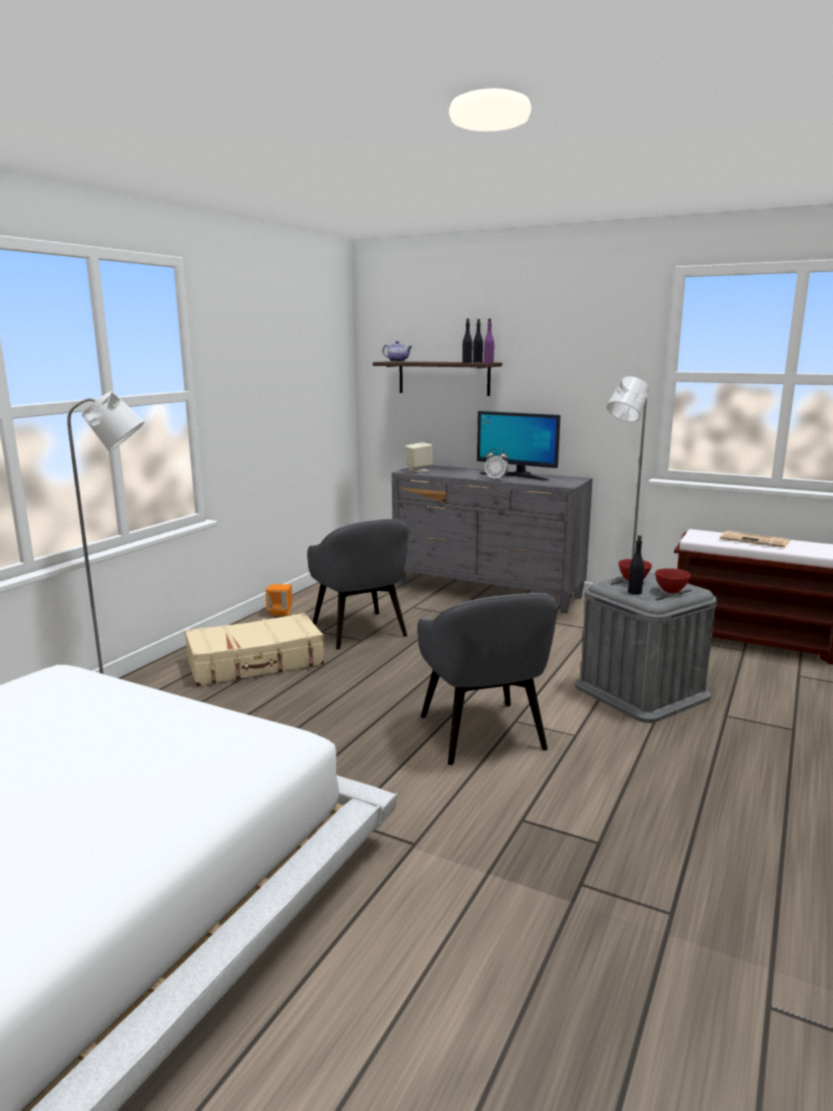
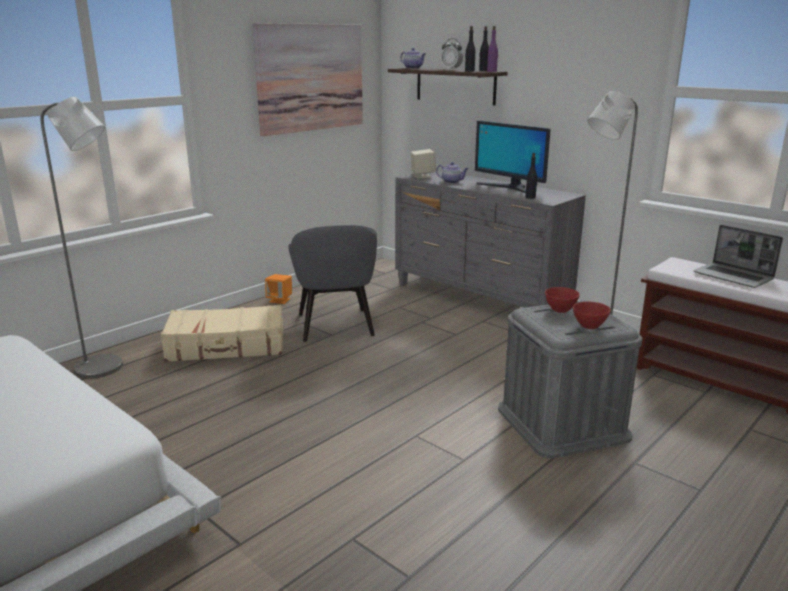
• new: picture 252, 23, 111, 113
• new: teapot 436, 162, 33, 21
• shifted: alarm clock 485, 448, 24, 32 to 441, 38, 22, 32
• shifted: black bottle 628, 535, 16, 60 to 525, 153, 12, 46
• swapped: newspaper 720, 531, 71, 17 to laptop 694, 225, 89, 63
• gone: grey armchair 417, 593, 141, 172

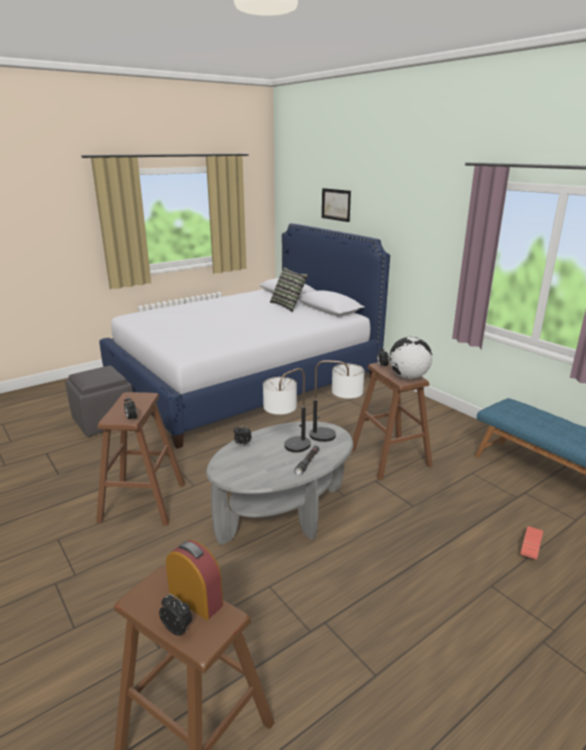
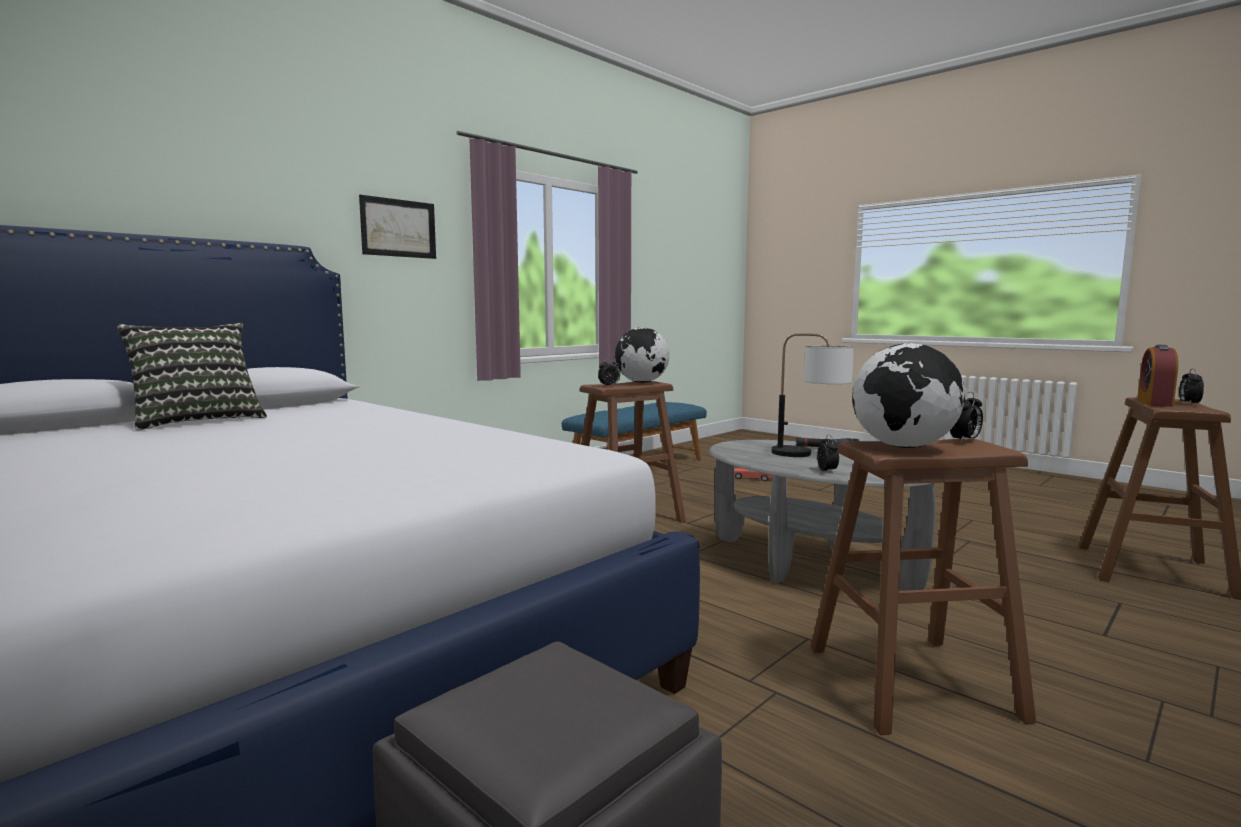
• shifted: picture 322, 188, 29, 34 to 359, 195, 77, 64
• new: globe 852, 343, 113, 105
• gone: table lamp 309, 360, 56, 82

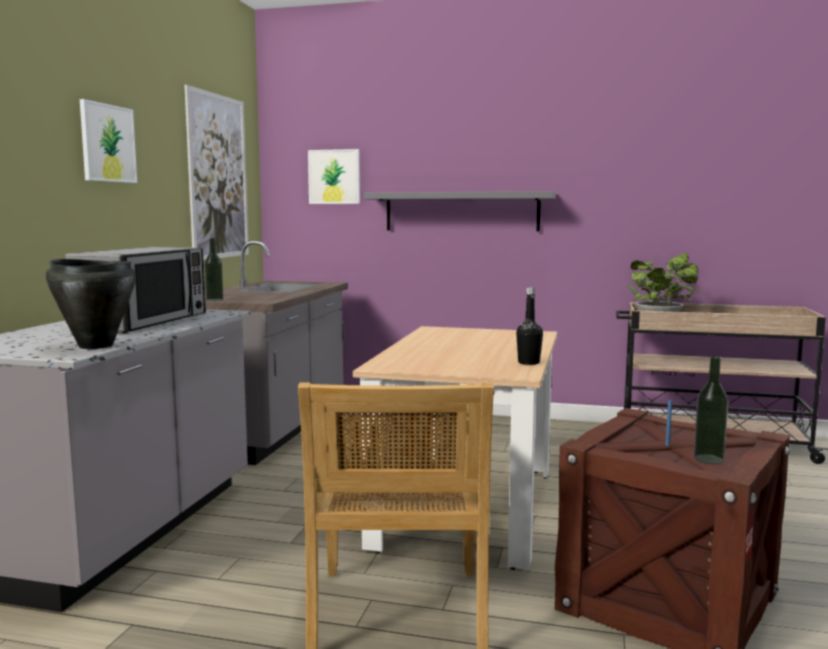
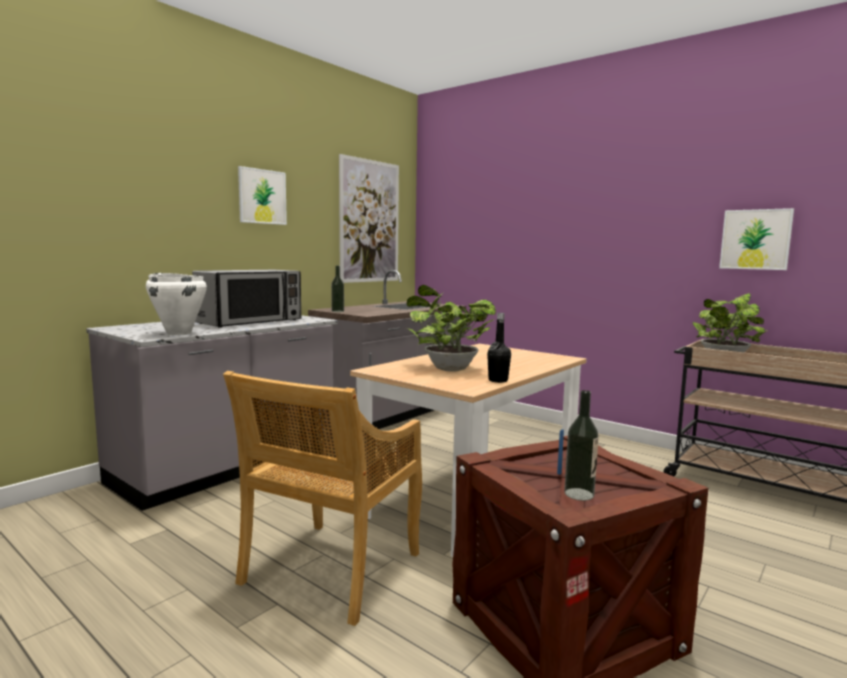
• repainted: black cooking pot 46, 259, 90, 90 to white cooking pot 146, 273, 61, 63
• new: potted plant 407, 285, 89, 87
• shifted: picture 308, 149, 52, 55 to 719, 208, 75, 62
• gone: grey shelf 364, 191, 192, 40

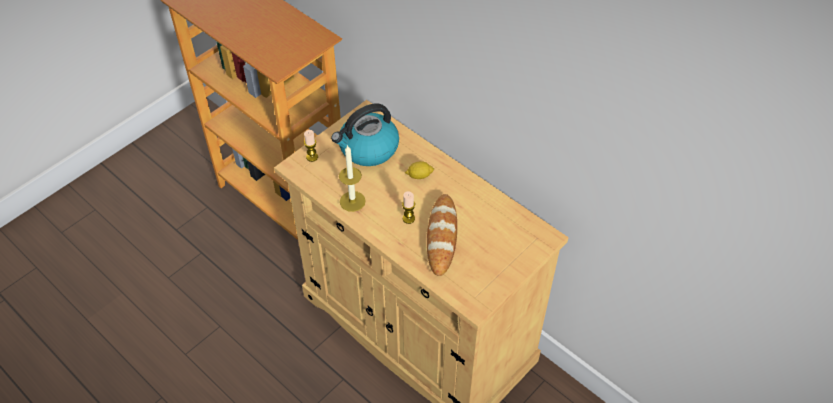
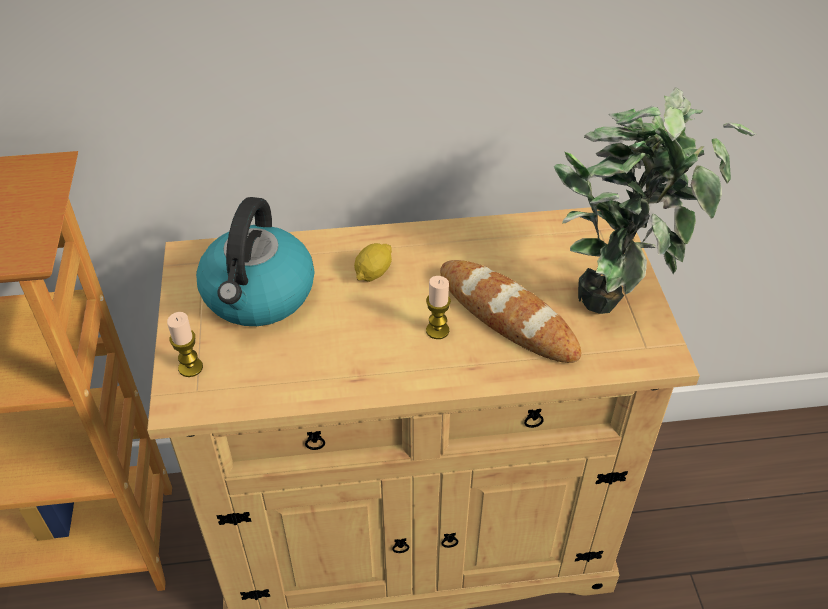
• new: potted plant 554, 87, 203, 227
• gone: candle 339, 145, 27, 67

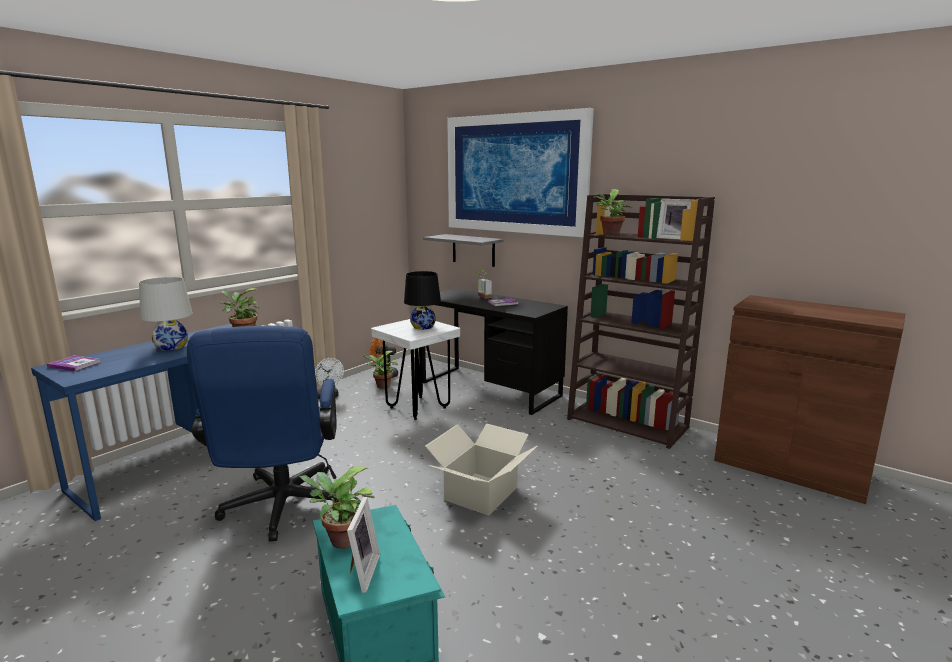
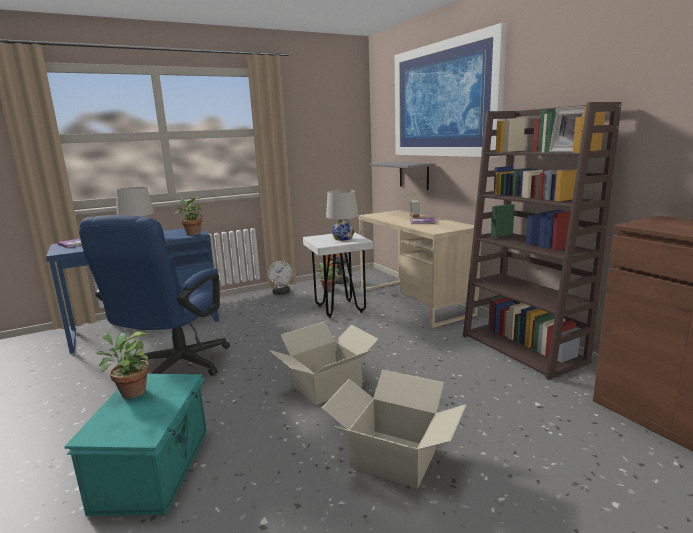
• new: cardboard box 322, 370, 144, 119
• repainted: black table lamp 404, 271, 37, 59 to white table lamp 326, 190, 32, 51
• repainted: black desk 422, 288, 146, 127 to beige desk 358, 210, 124, 118
• gone: picture frame 347, 497, 33, 96
• gone: potted plant 593, 189, 39, 46

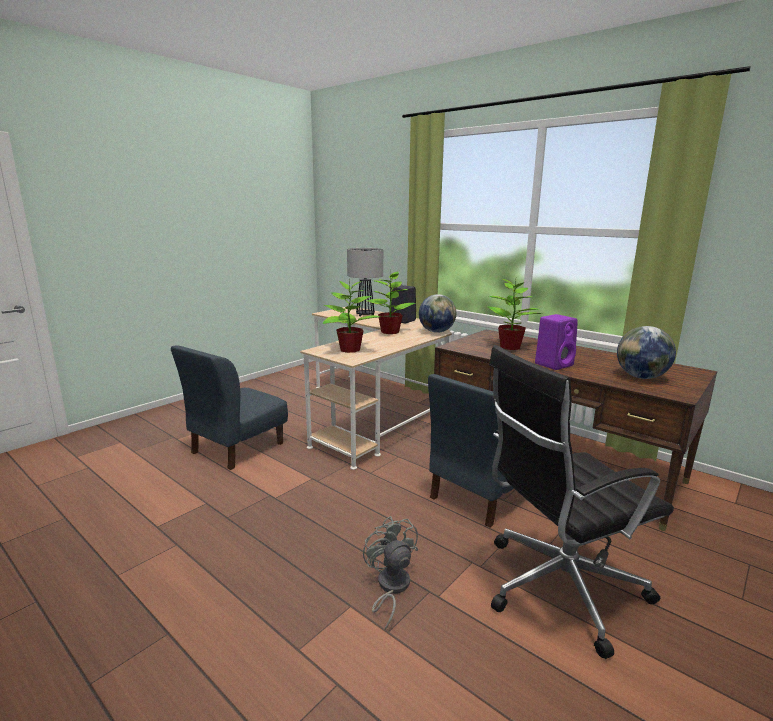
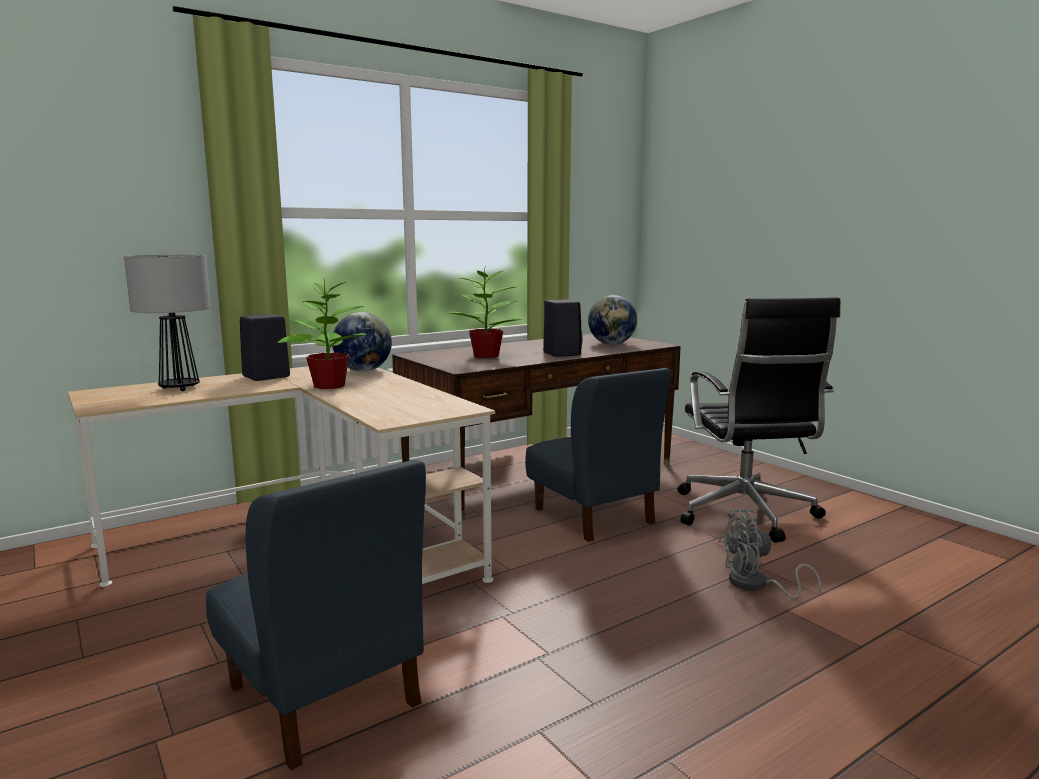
• repainted: purple speaker 535, 314, 43, 56 to black speaker 543, 300, 40, 57
• gone: potted plant 323, 279, 57, 74

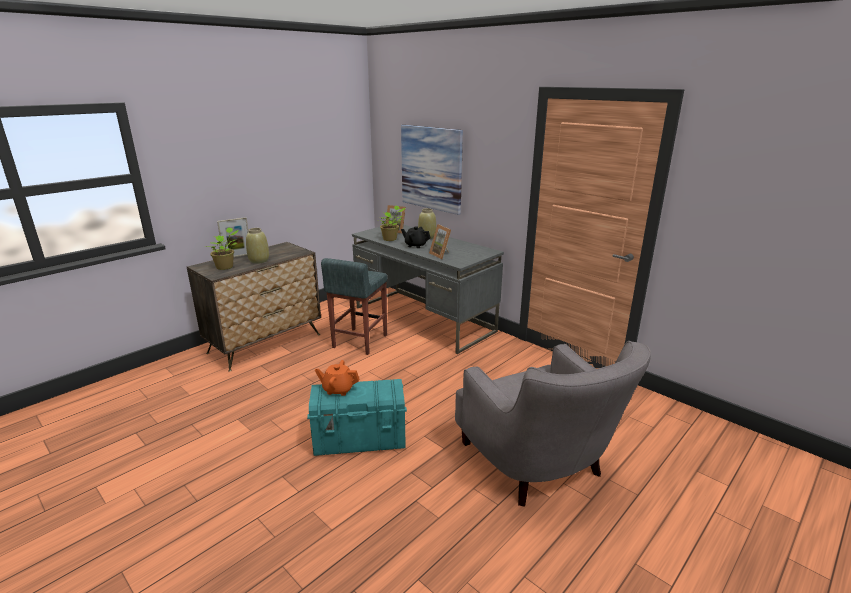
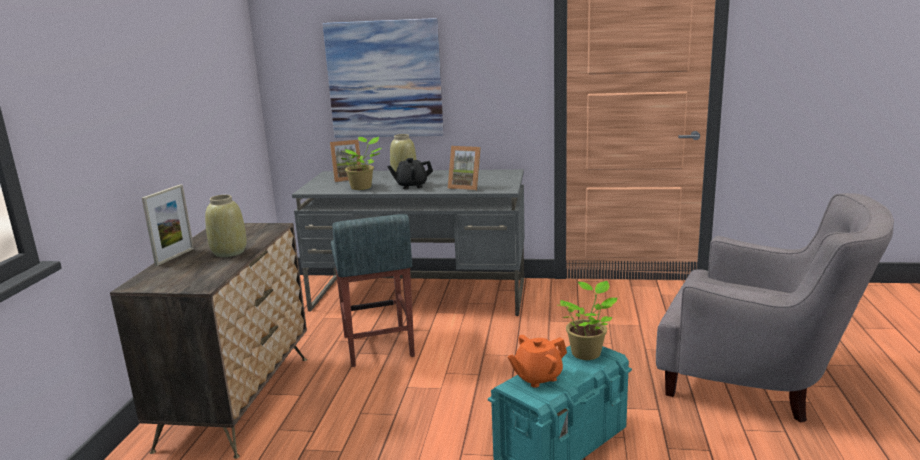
• shifted: potted plant 205, 227, 34, 43 to 559, 281, 59, 79

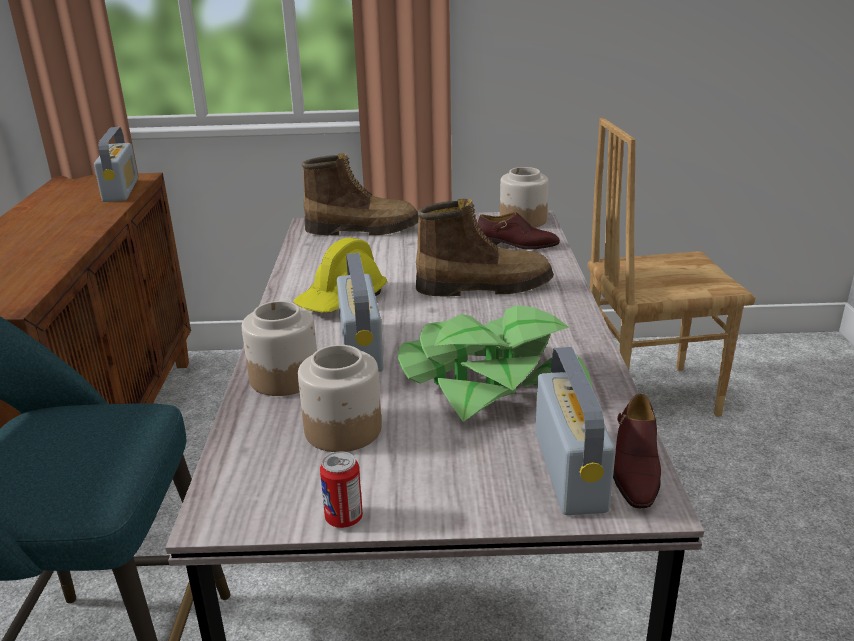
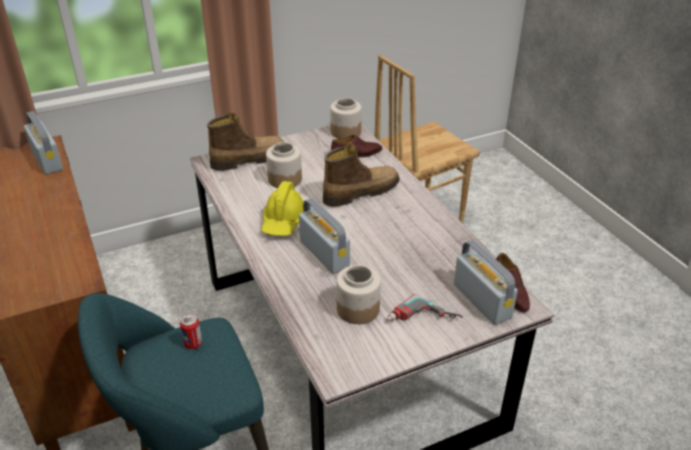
• shifted: can 320, 452, 43, 76 to 180, 314, 22, 35
• shifted: jar 242, 301, 75, 95 to 266, 142, 36, 46
• new: power drill 387, 294, 76, 27
• gone: potted plant 398, 305, 194, 117

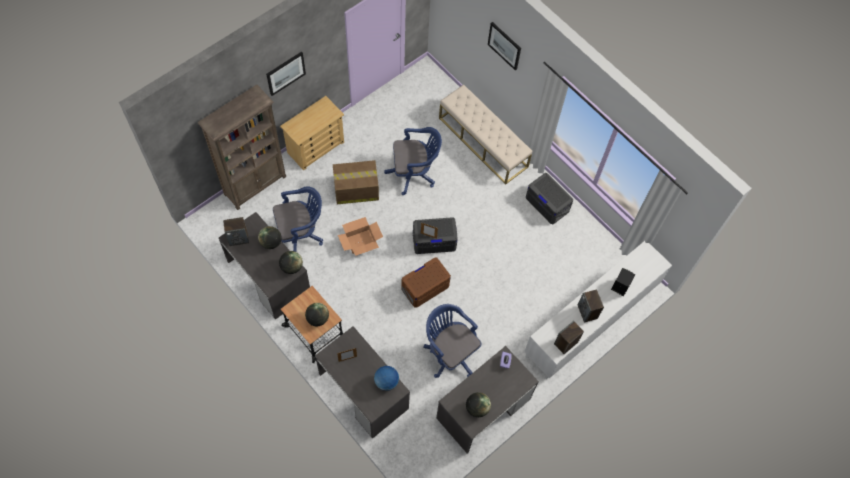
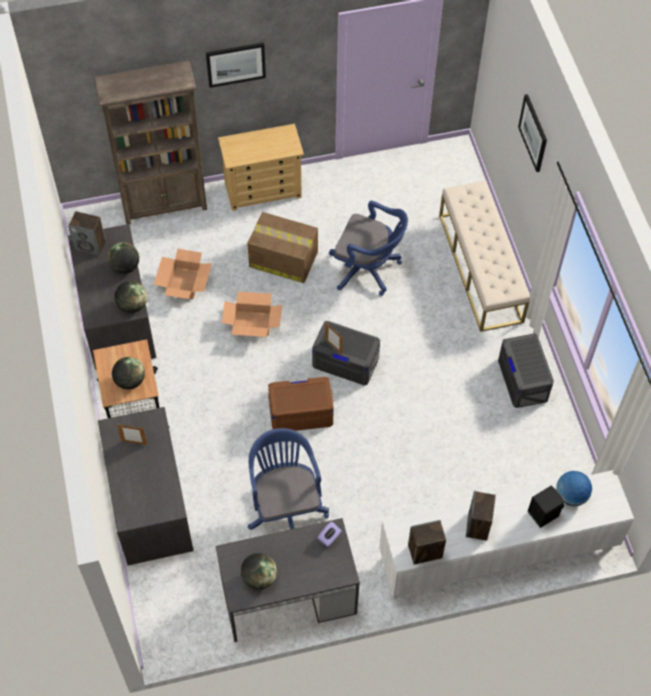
• swapped: blue office chair 273, 186, 50, 66 to cardboard box 154, 249, 58, 50
• shifted: globe 374, 366, 25, 25 to 556, 471, 36, 35

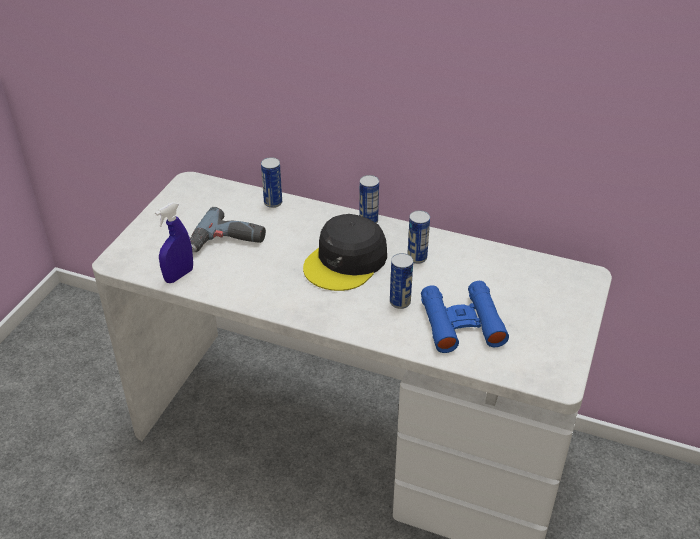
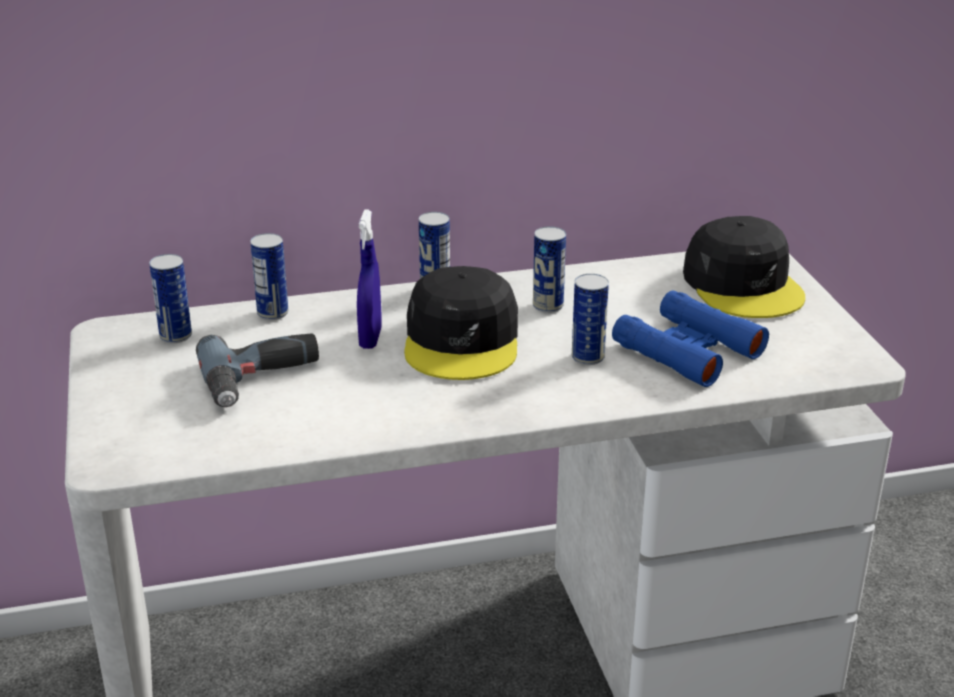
• new: can 149, 254, 43, 89
• shifted: blue spray bottle 155, 202, 38, 81 to 357, 209, 25, 140
• new: black cap 683, 216, 122, 102

